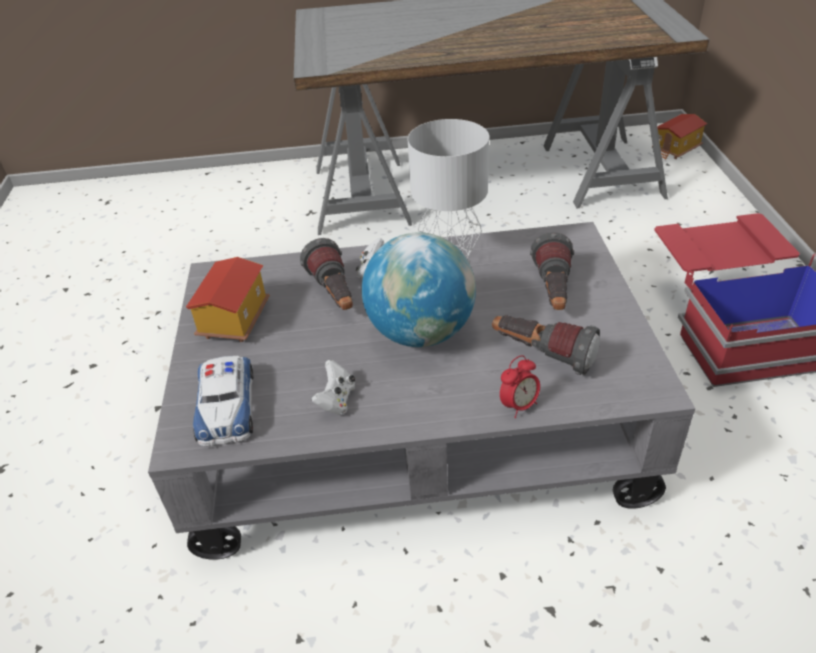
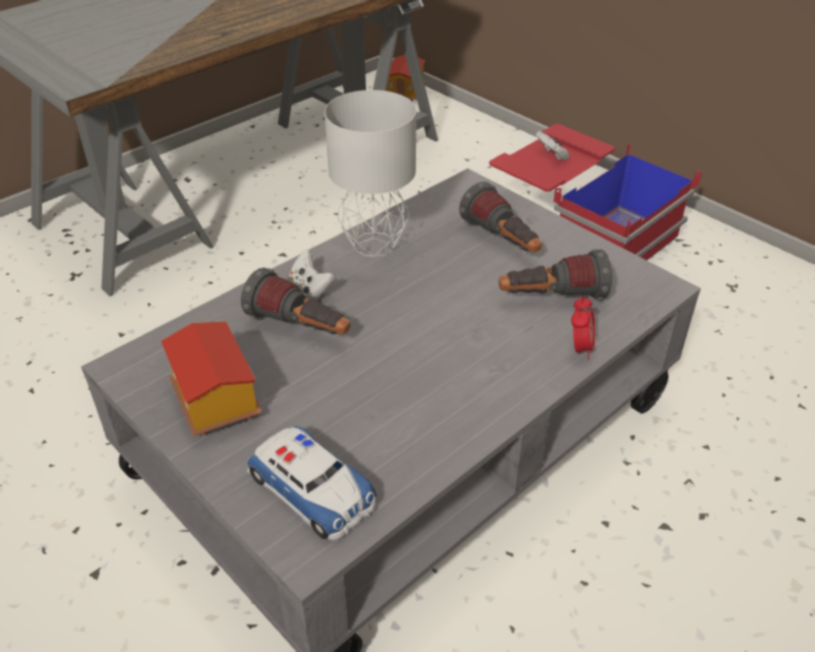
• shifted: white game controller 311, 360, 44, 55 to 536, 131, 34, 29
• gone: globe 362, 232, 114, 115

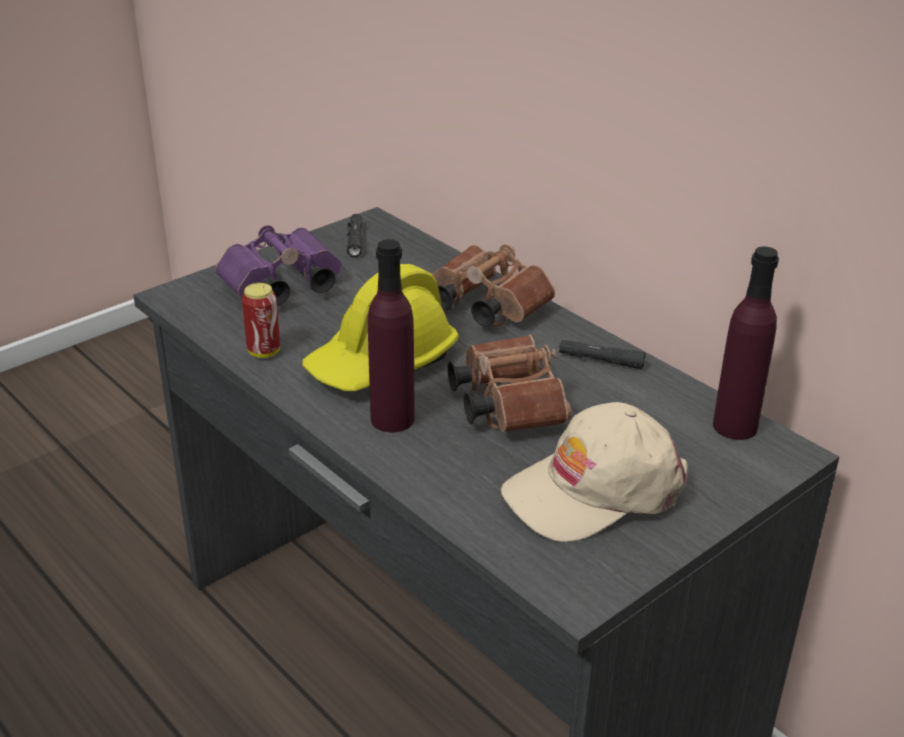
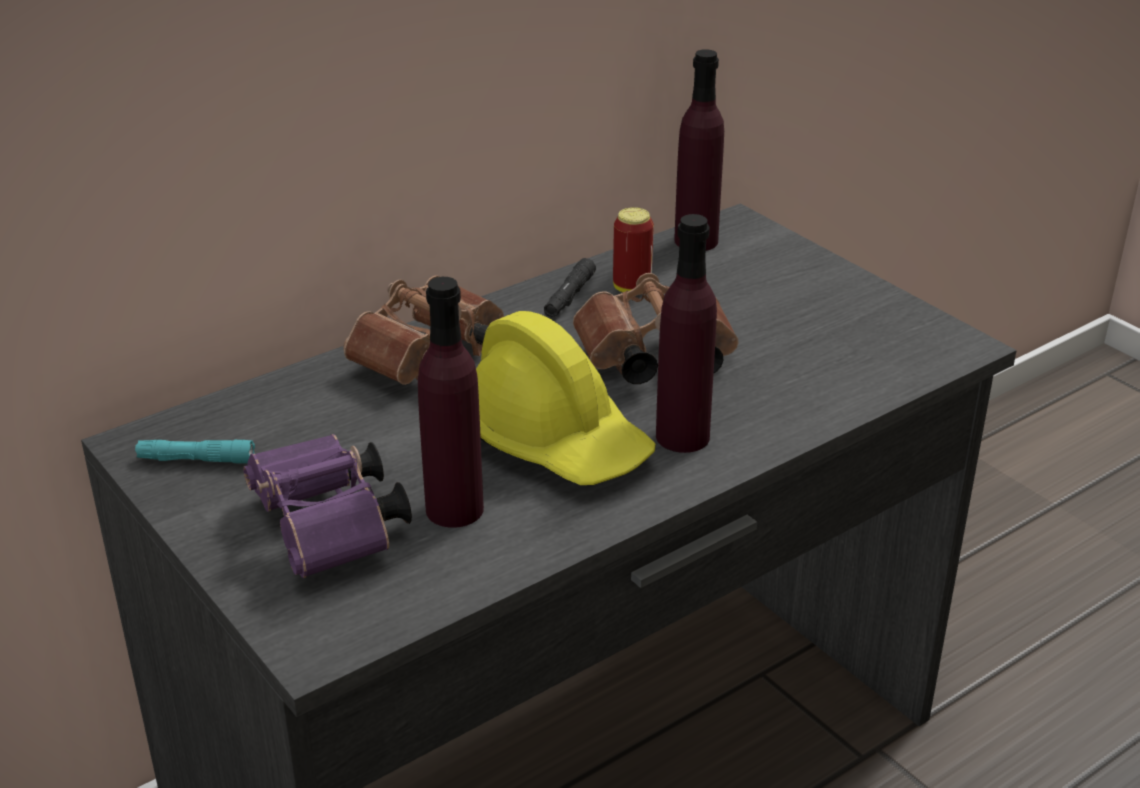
• repainted: black flashlight 347, 214, 15, 43 to turquoise flashlight 135, 440, 120, 24
• new: purple bottle 418, 277, 66, 251
• shifted: can 242, 283, 38, 75 to 613, 207, 41, 85
• gone: beige cap 501, 402, 187, 140

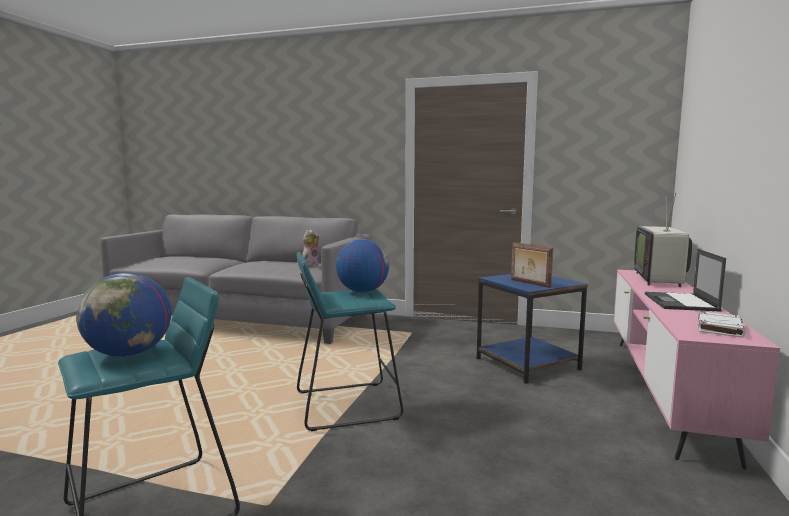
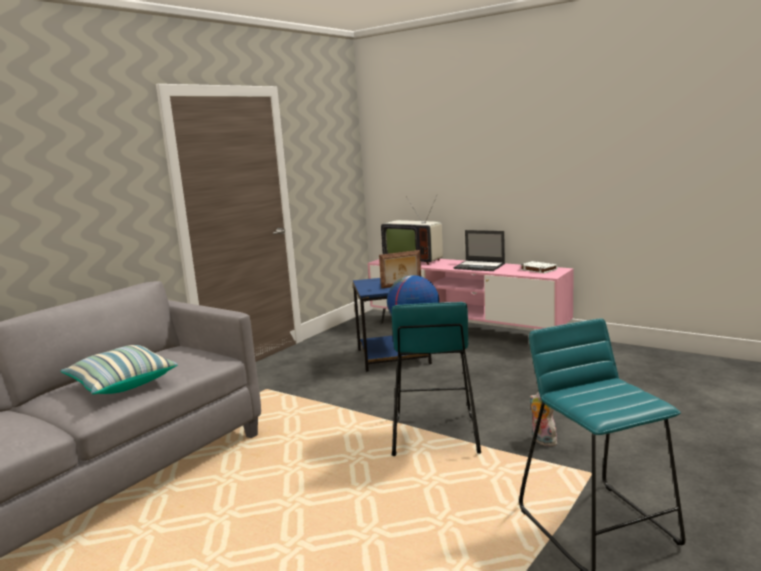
• new: pillow 60, 345, 118, 49
• shifted: plush toy 302, 230, 17, 37 to 529, 392, 28, 55
• gone: globe 76, 273, 95, 84

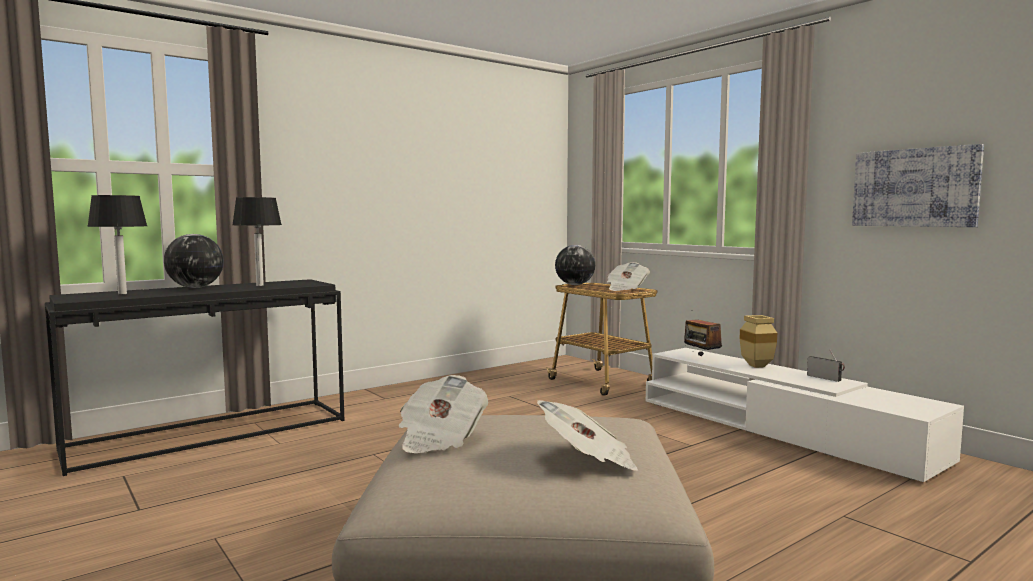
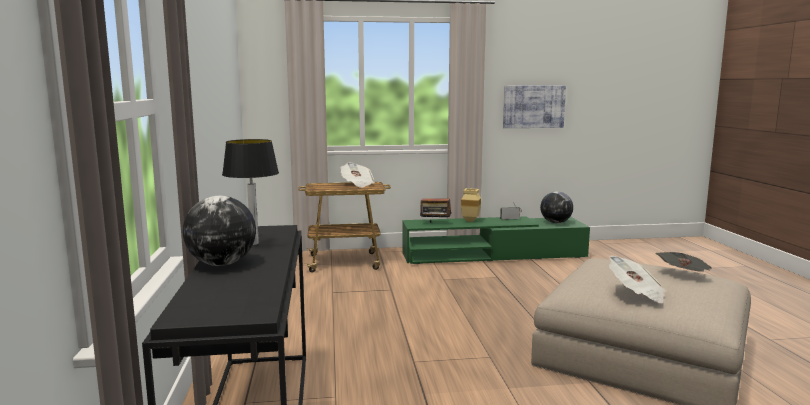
• repainted: white tv stand 646, 348, 318, 134 to green tv stand 402, 216, 188, 48
• shifted: globe 555, 245, 40, 40 to 540, 191, 33, 32
• gone: table lamp 87, 195, 60, 99

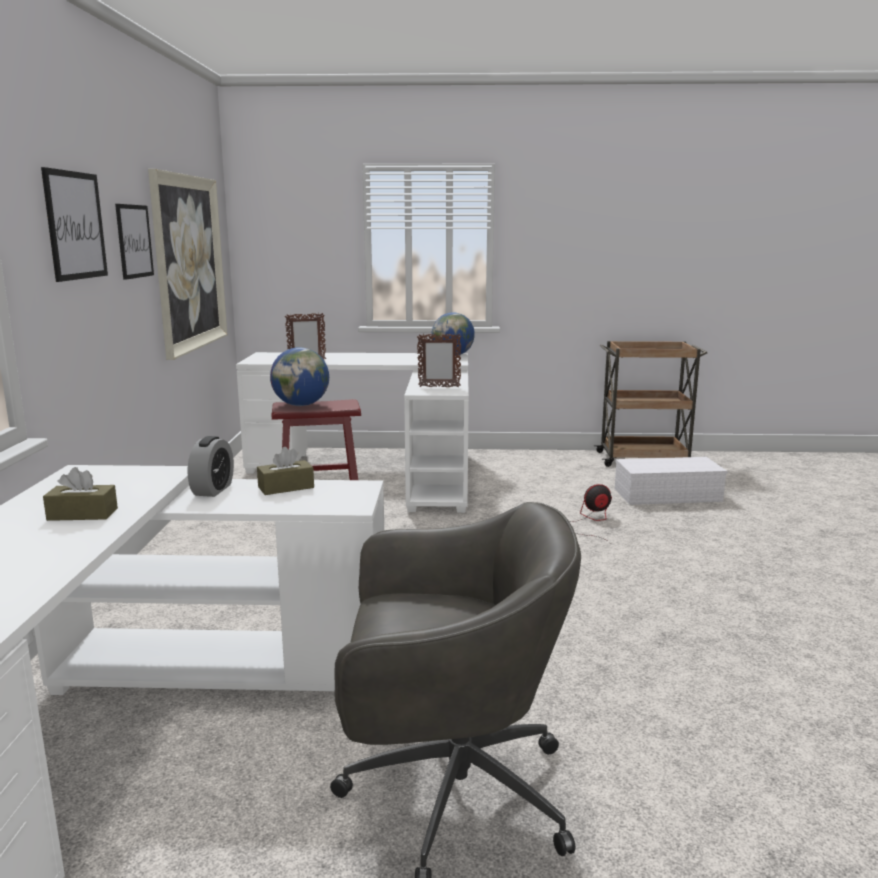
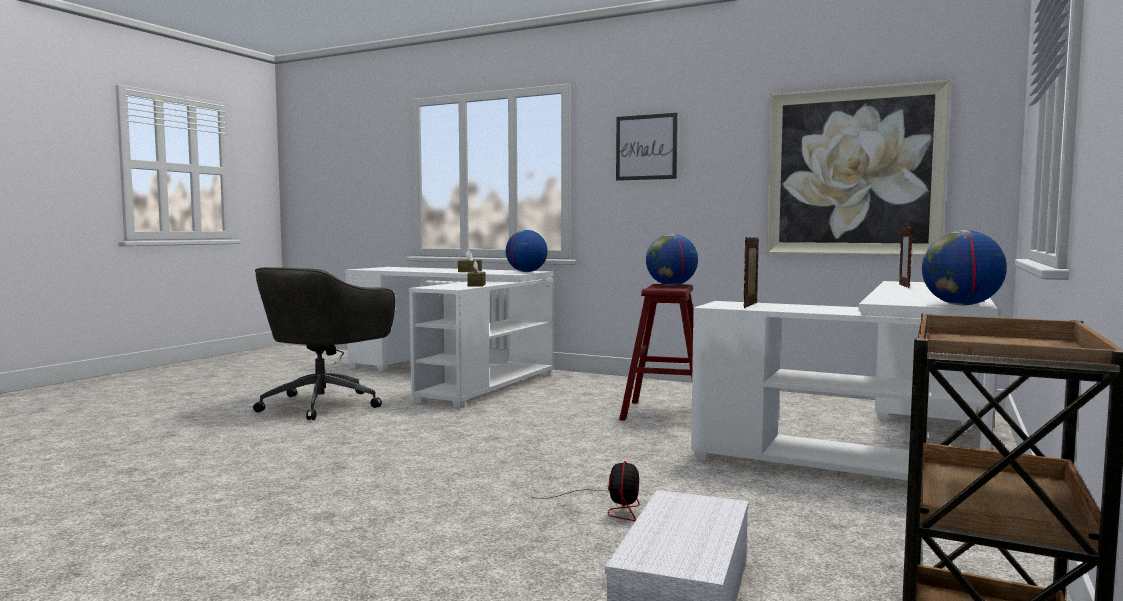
• new: globe 506, 230, 42, 42
• gone: picture 115, 204, 39, 76
• gone: alarm clock 188, 436, 46, 61

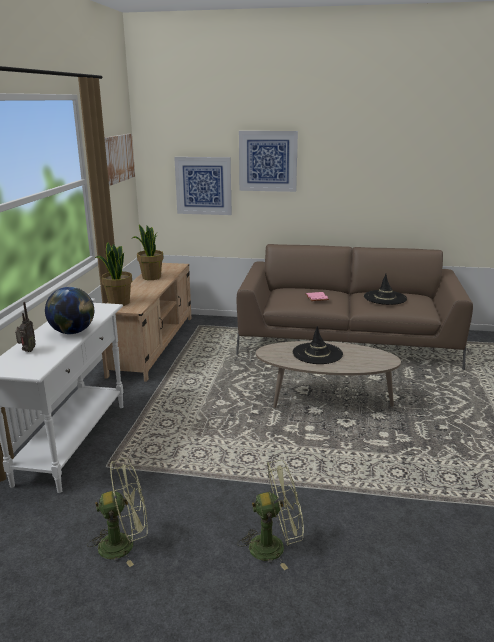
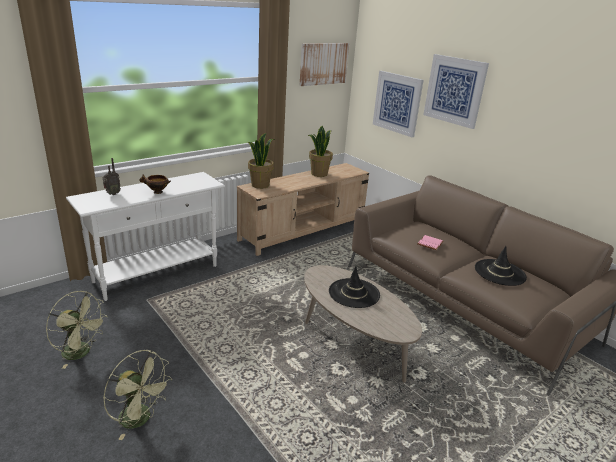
• swapped: globe 45, 287, 49, 47 to bowl 139, 174, 32, 20

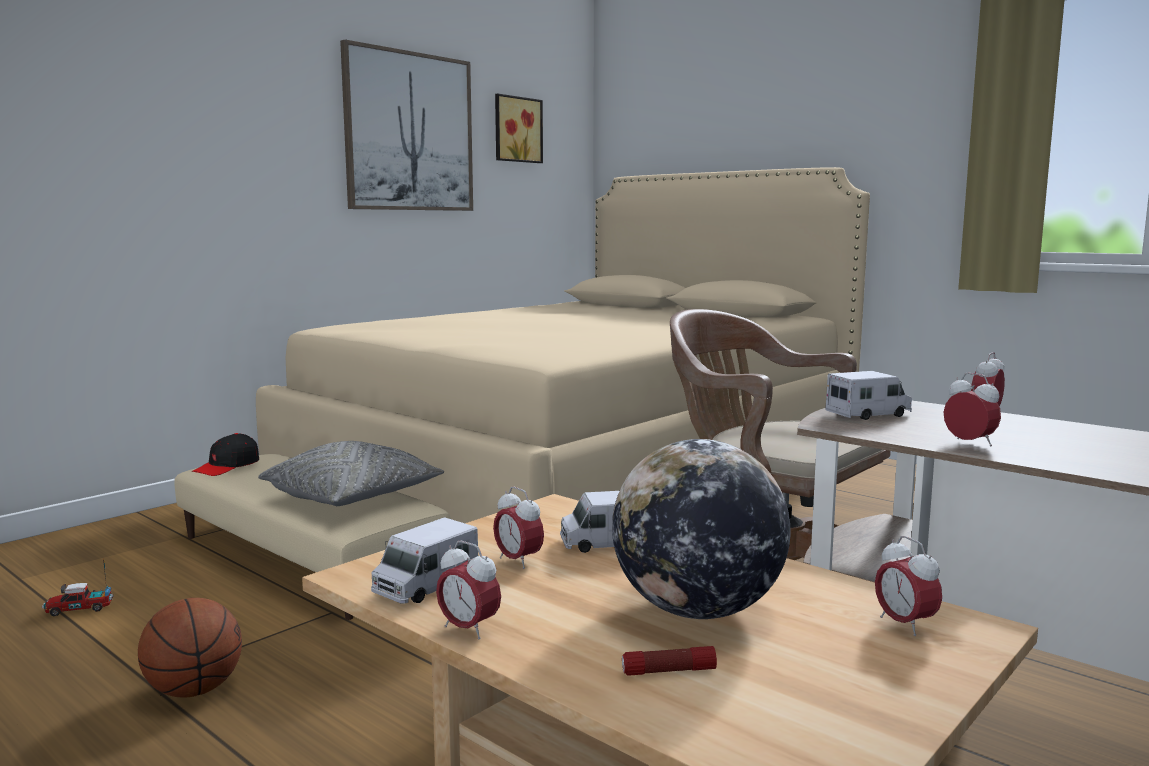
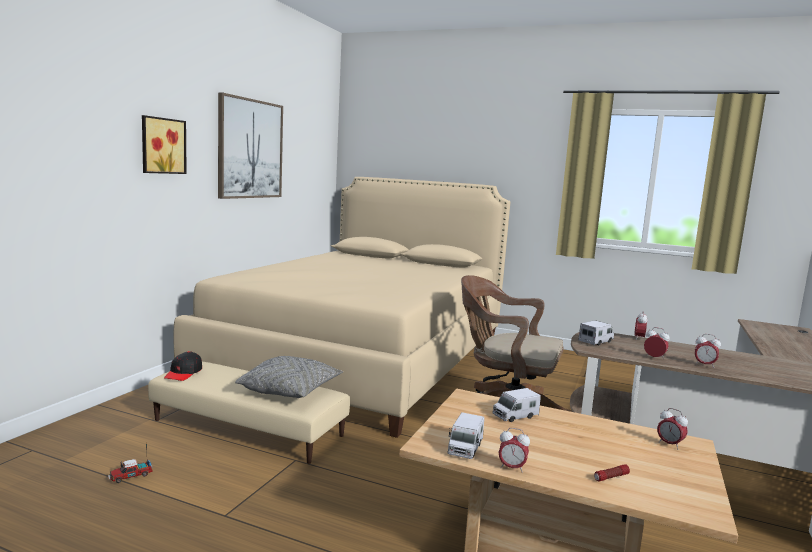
• shifted: picture 495, 94, 48, 69 to 142, 115, 45, 59
• shifted: alarm clock 493, 487, 51, 82 to 695, 334, 26, 34
• gone: basketball 138, 598, 104, 100
• gone: globe 612, 439, 179, 180

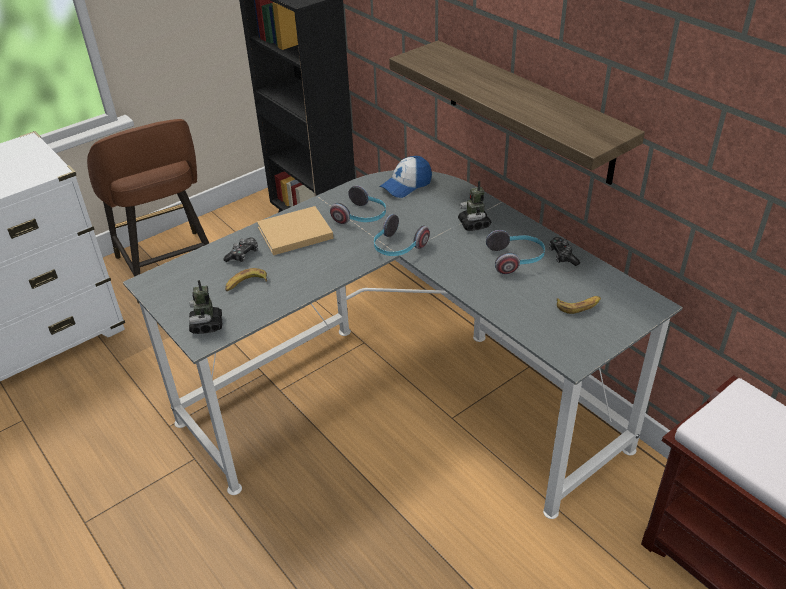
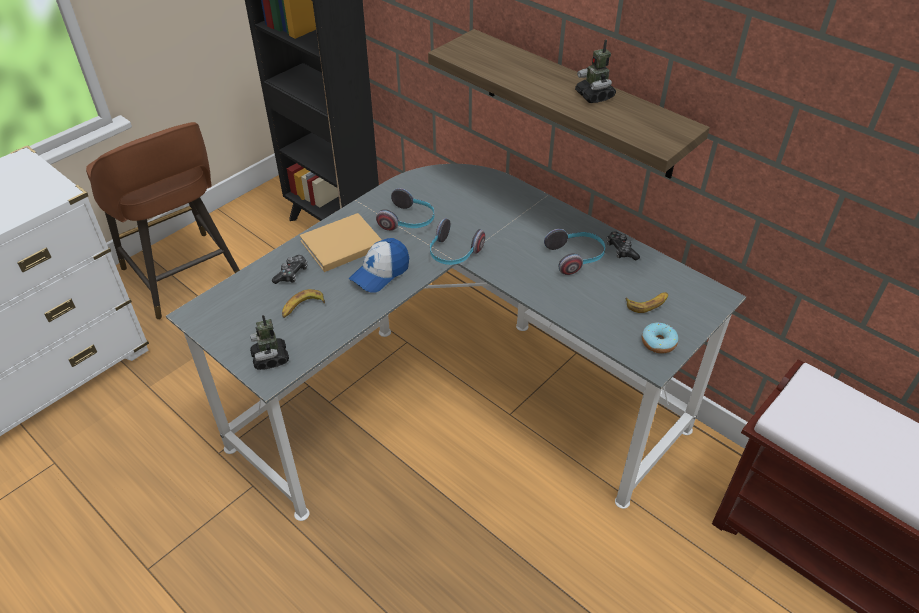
• shifted: cap 379, 156, 53, 42 to 349, 238, 60, 54
• shifted: toy robot 458, 181, 33, 50 to 575, 39, 41, 64
• new: donut 642, 323, 37, 31

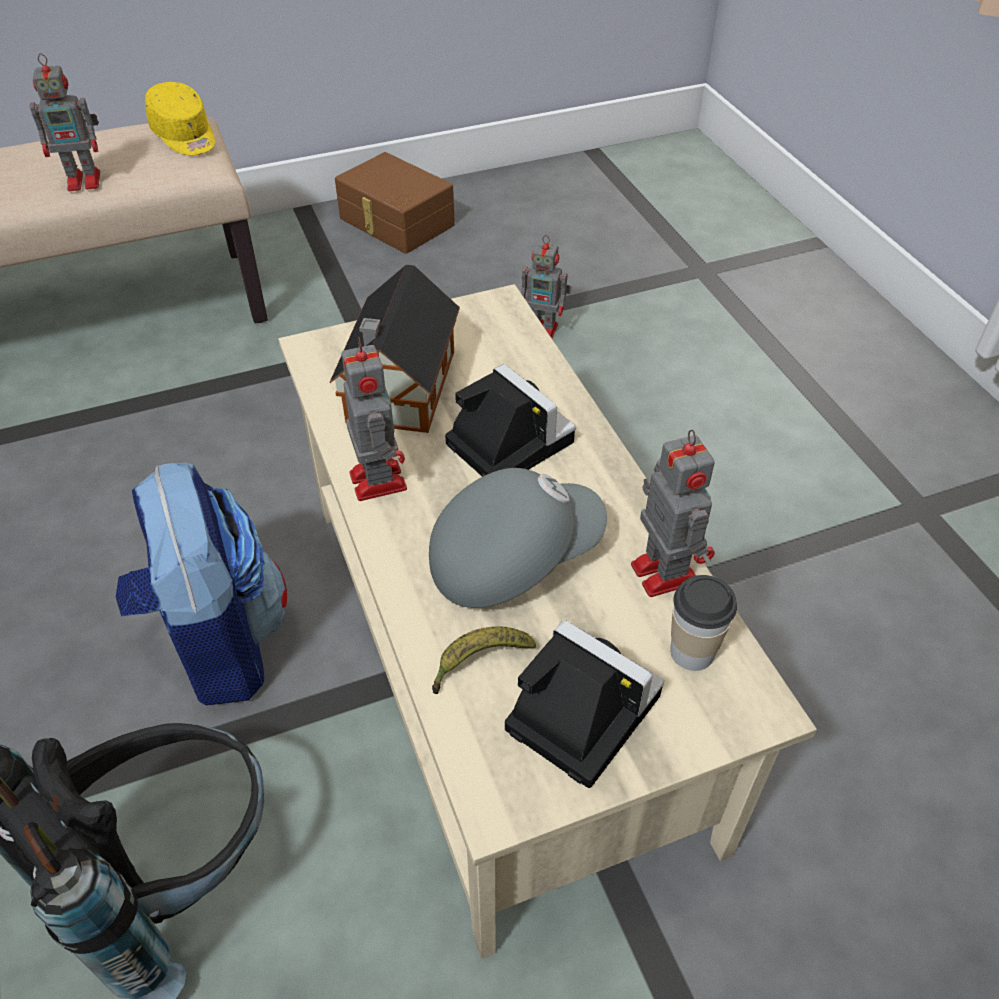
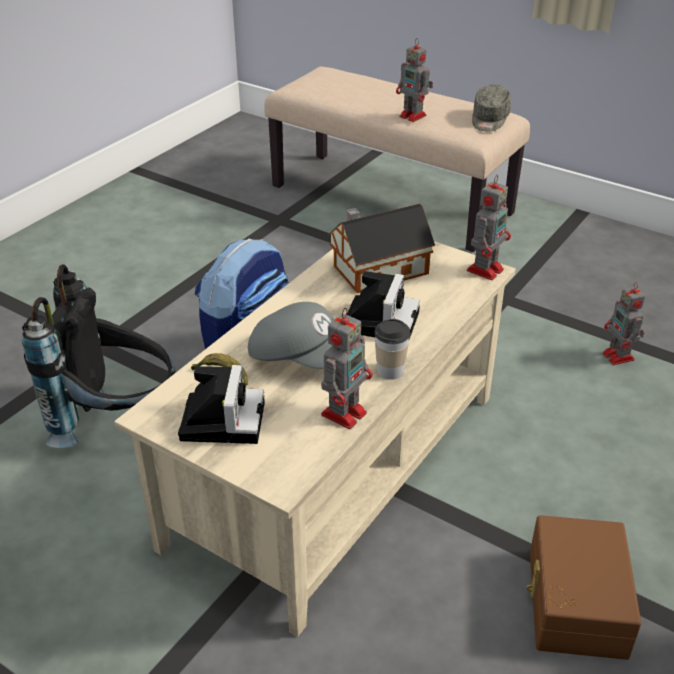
• shifted: cup 670, 575, 67, 96 to 375, 319, 35, 61
• shifted: toy robot 341, 337, 66, 164 to 467, 175, 44, 105
• repainted: yellow cap 145, 82, 70, 74 to grey cap 472, 85, 39, 46
• shifted: brown storage box 335, 152, 120, 102 to 527, 515, 114, 145

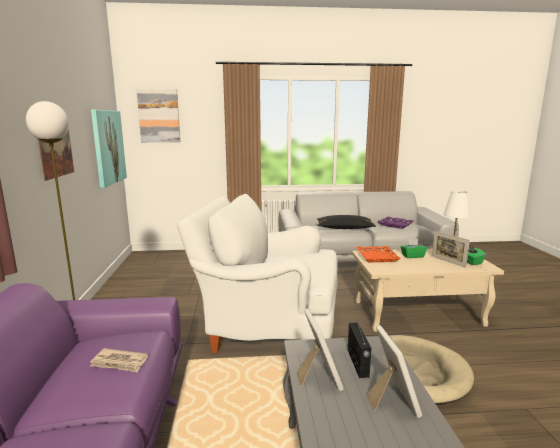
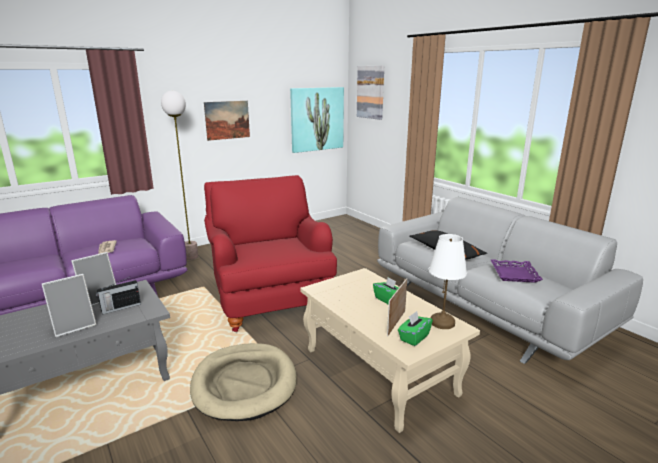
• repainted: white armchair 177, 194, 161, 159 to red armchair 204, 175, 133, 157
• gone: orange tray 356, 246, 45, 17

